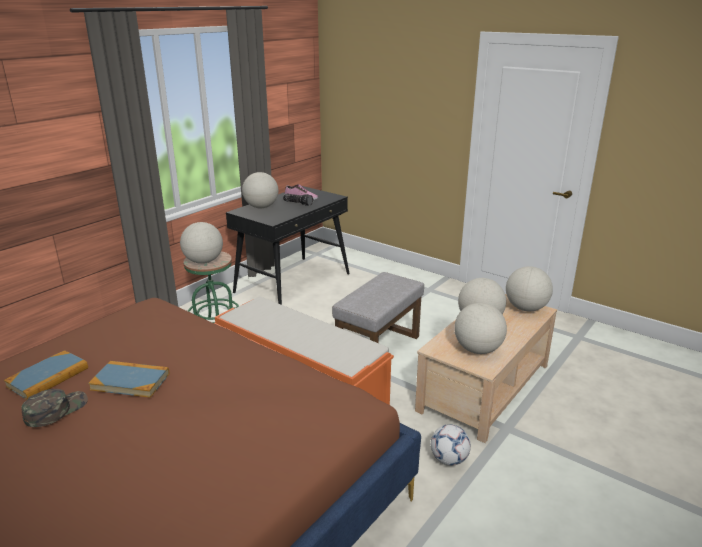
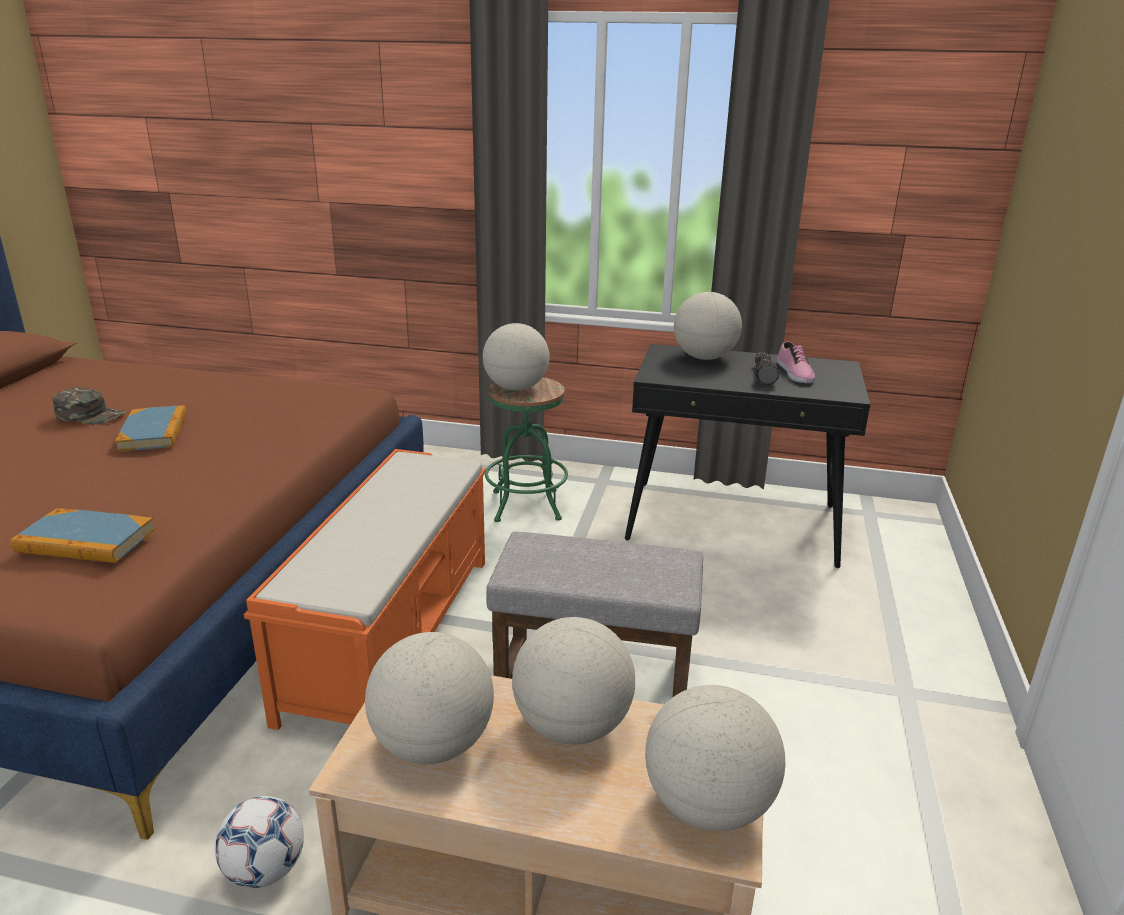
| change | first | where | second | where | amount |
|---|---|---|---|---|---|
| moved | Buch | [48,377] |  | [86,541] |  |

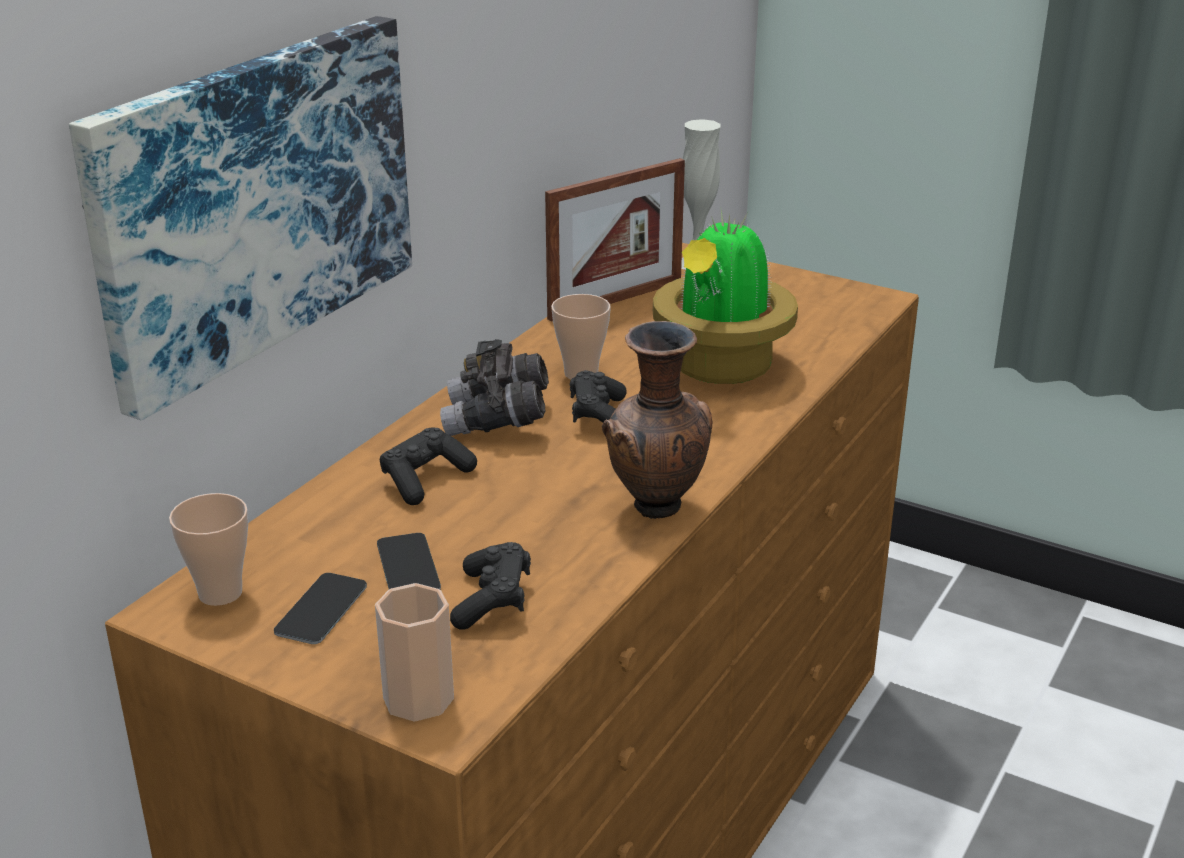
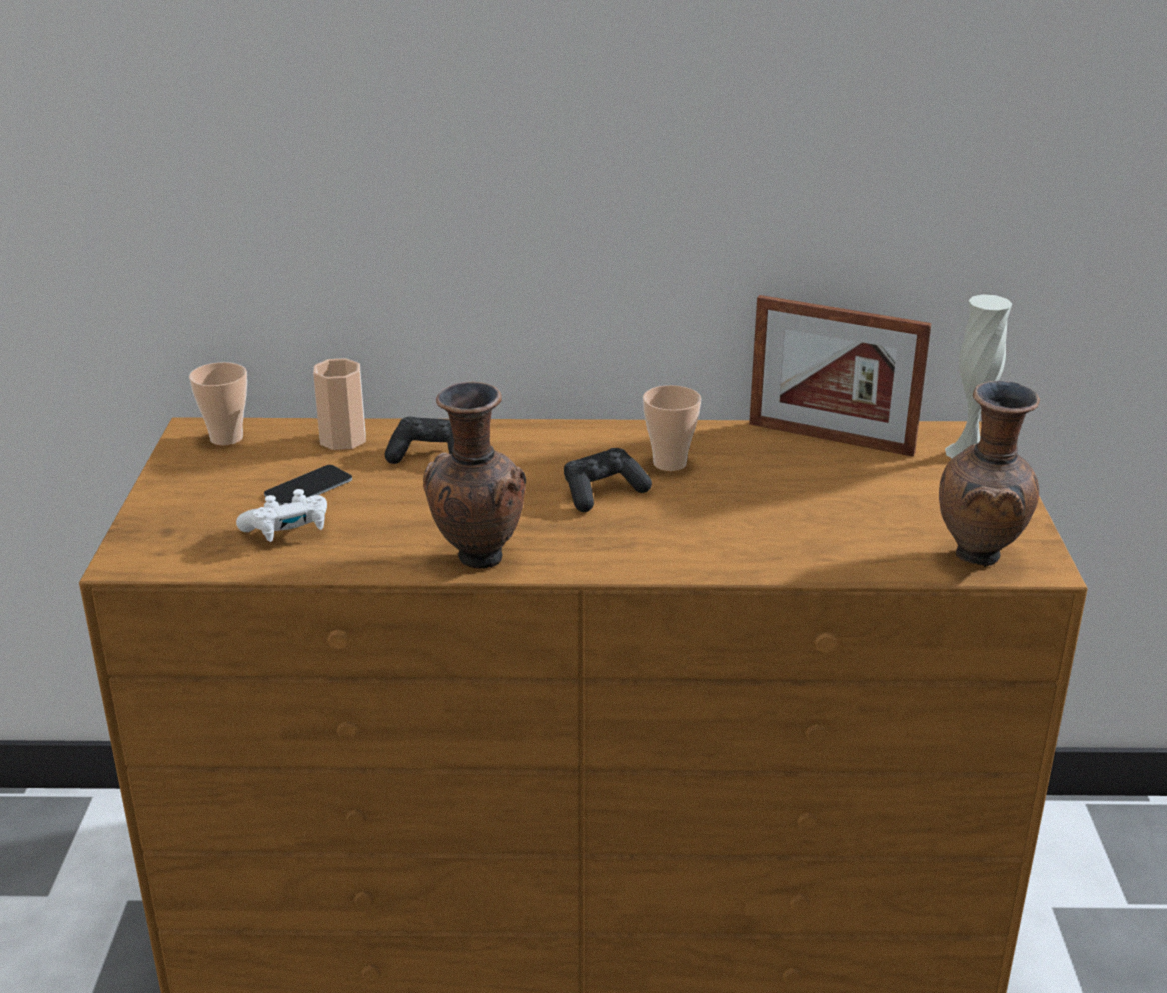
| change | first | where | second | where | amount |
|---|---|---|---|---|---|
| removed | Bild | [253,202] |  |  |  |
| removed | Topfpflanze | [720,368] |  |  |  |
| removed | Fernglas (grau) | [497,421] |  |  |  |
| recoloured | Gamepad (schwarz) | [492,601] | Gamepad (weiß) | [288,531] |  |
| removed | Handy | [321,609] |  |  |  |
| moved | Tasse | [418,698] |  | [343,440] |  |
| added |  |  | Vase (braun) | [980,558] |  |

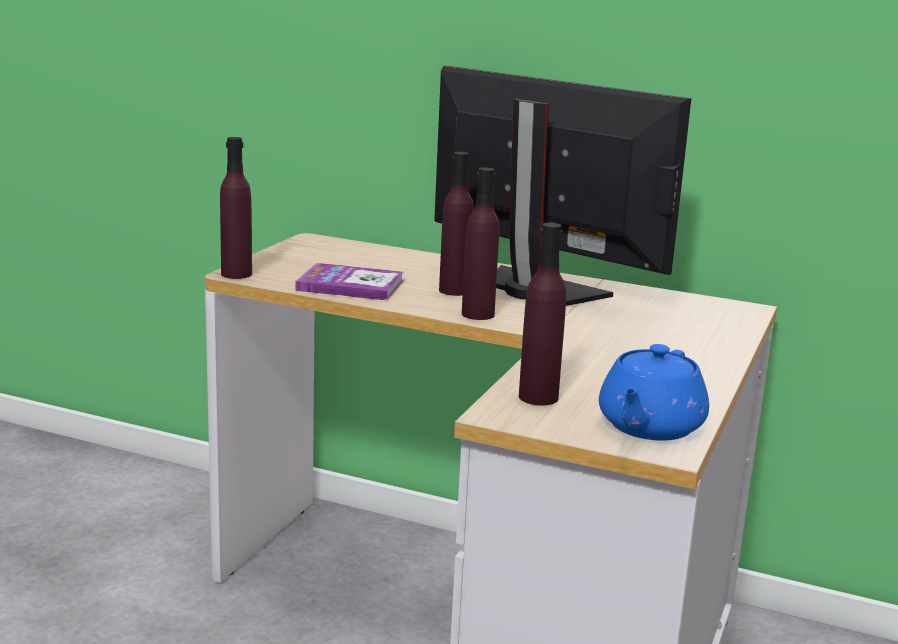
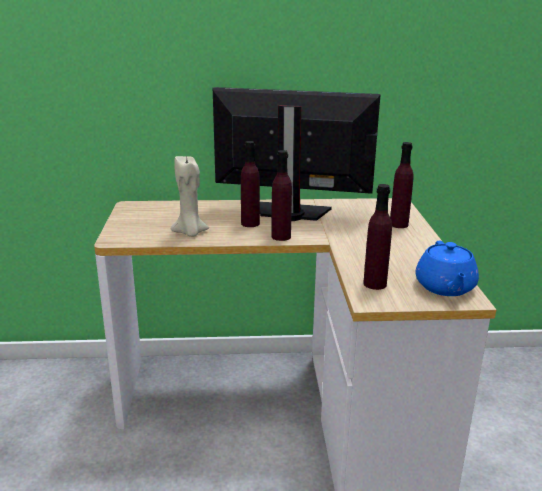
| change | first | where | second | where | amount |
|---|---|---|---|---|---|
| moved | Flasche (lila) | [236,274] |  | [398,224] |  |
| replaced | Buch | [350,285] | Kerze (beige) | [190,233] |  |

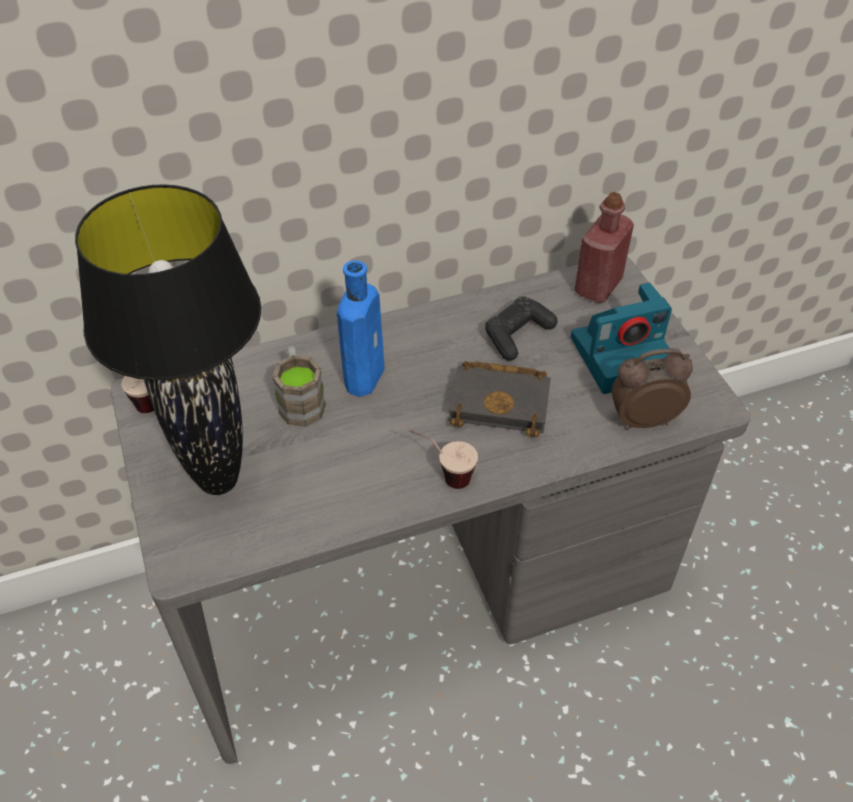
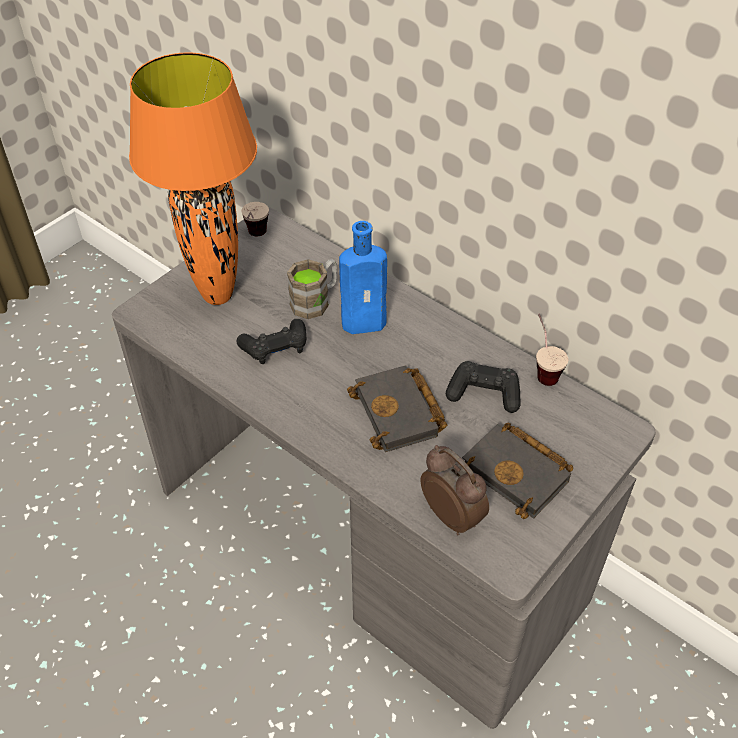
| change | first | where | second | where | amount |
|---|---|---|---|---|---|
| recoloured | Tischlampe (schwarz) | [219,482] | Tischlampe (orange) | [216,296] |  |
| removed | Flasche (rot) | [598,286] |  |  |  |
| replaced | Kamera | [622,355] | Buch (schwarz) | [519,474] |  |
| moved | Tasse | [442,476] |  | [542,369] |  |
| added |  |  | Gamepad (schwarz) | [275,348] |  |

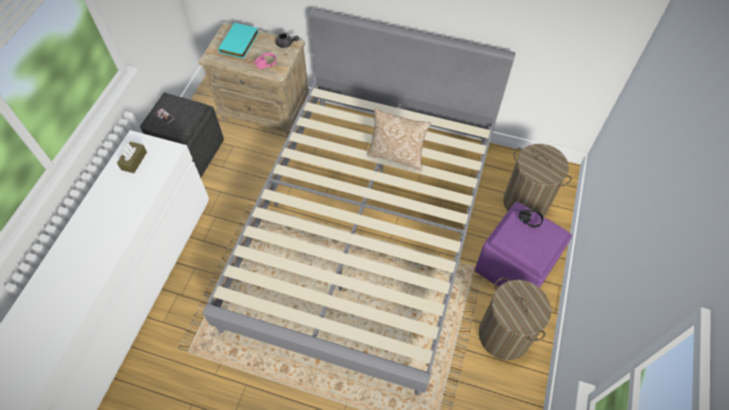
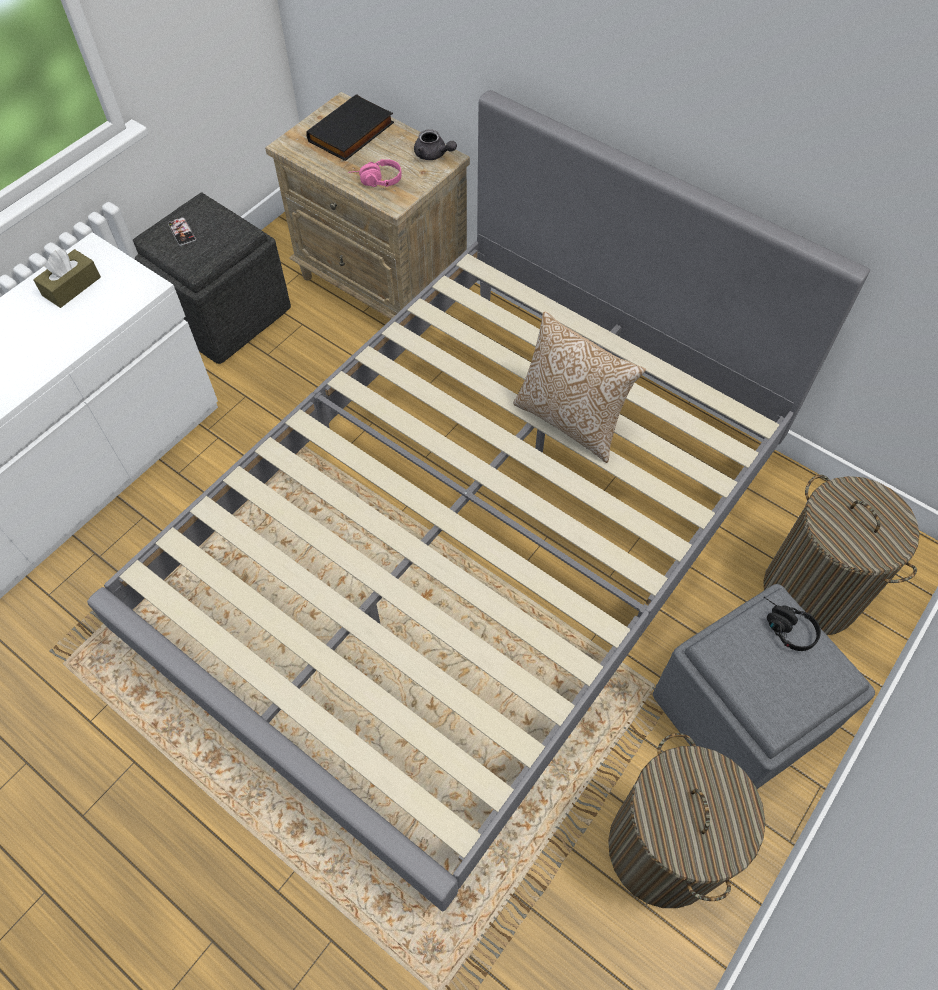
| change | first | where | second | where | amount |
|---|---|---|---|---|---|
| recoloured | Buch (türkis) | [240,43] | Buch (schwarz) | [352,133] |  |
| recoloured | Polsterhocker (lila) | [516,265] | Polsterhocker (grau) | [742,714] |  |

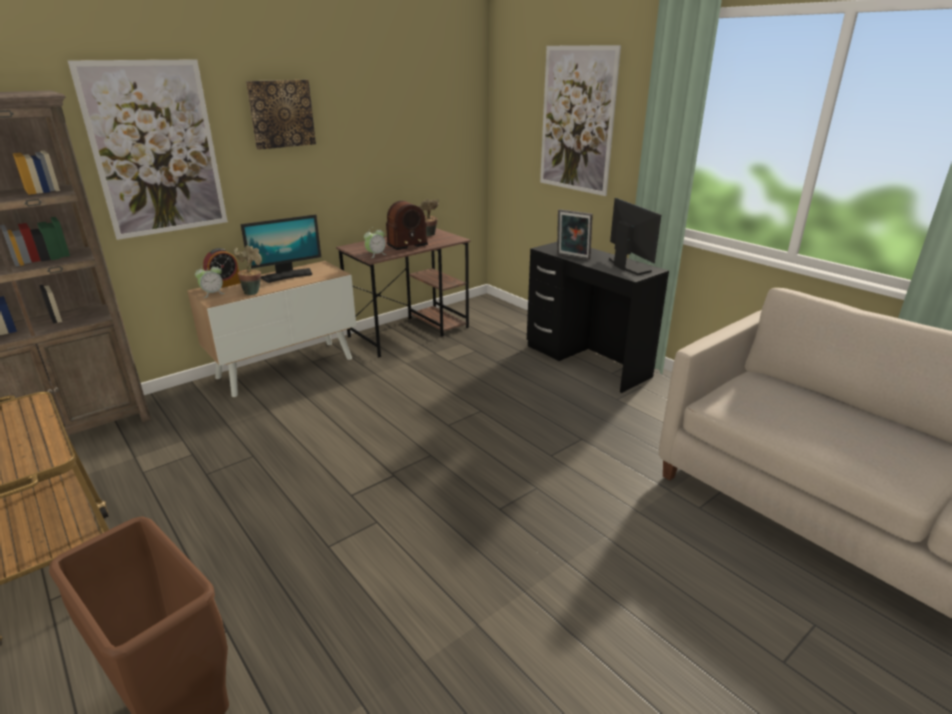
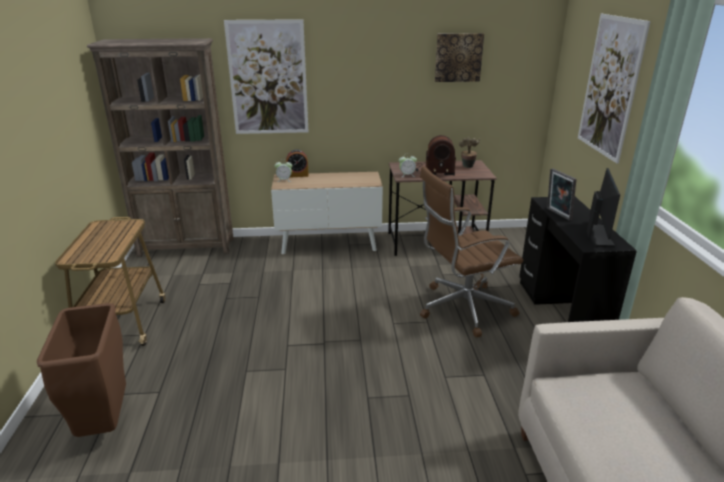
| change | first | where | second | where | amount |
|---|---|---|---|---|---|
| moved | Bild | [281,114] |  | [458,57] |  |
| removed | Monitor | [287,275] |  |  |  |
| removed | Topfpflanze | [253,292] |  |  |  |
| added |  |  | Bürostuhl (braun) | [462,308] |  |

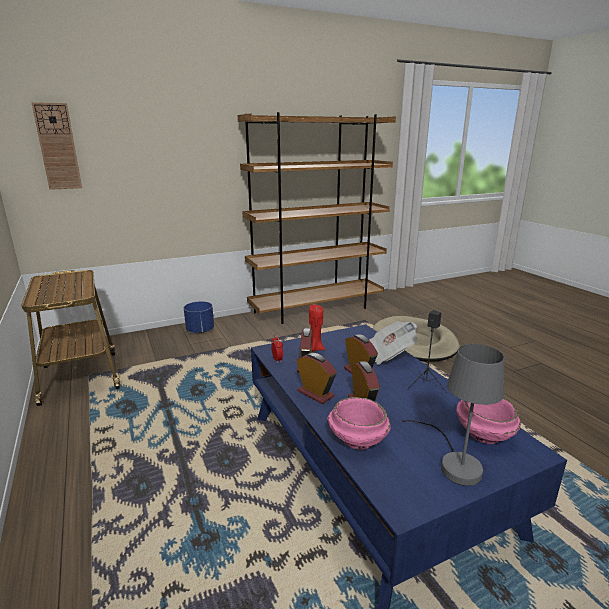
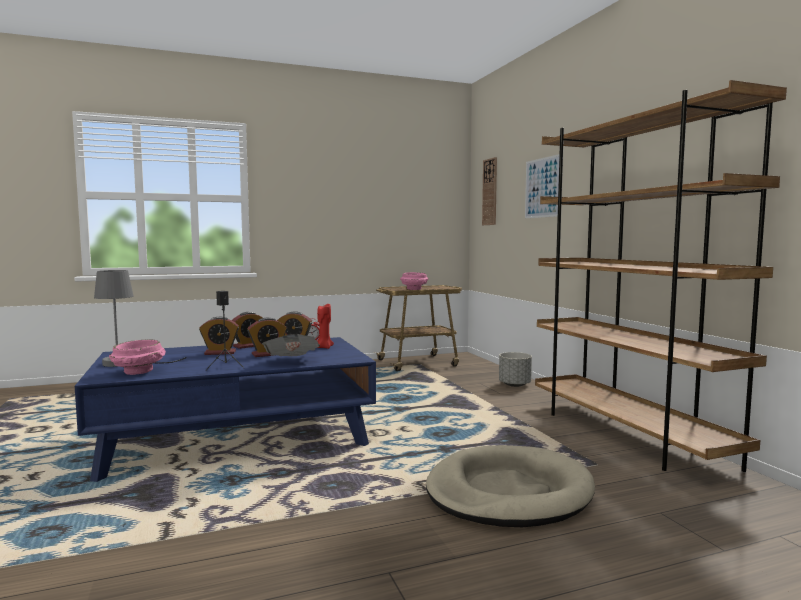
| change | first | where | second | where | amount |
|---|---|---|---|---|---|
| recoloured | Pflanzkübel (blau) | [200,330] | Pflanzkübel (grau) | [514,384] |  |
| moved | Schüssel (rosa) | [357,439] |  | [414,289] |  |
| added |  |  | Bild | [542,187] |  |

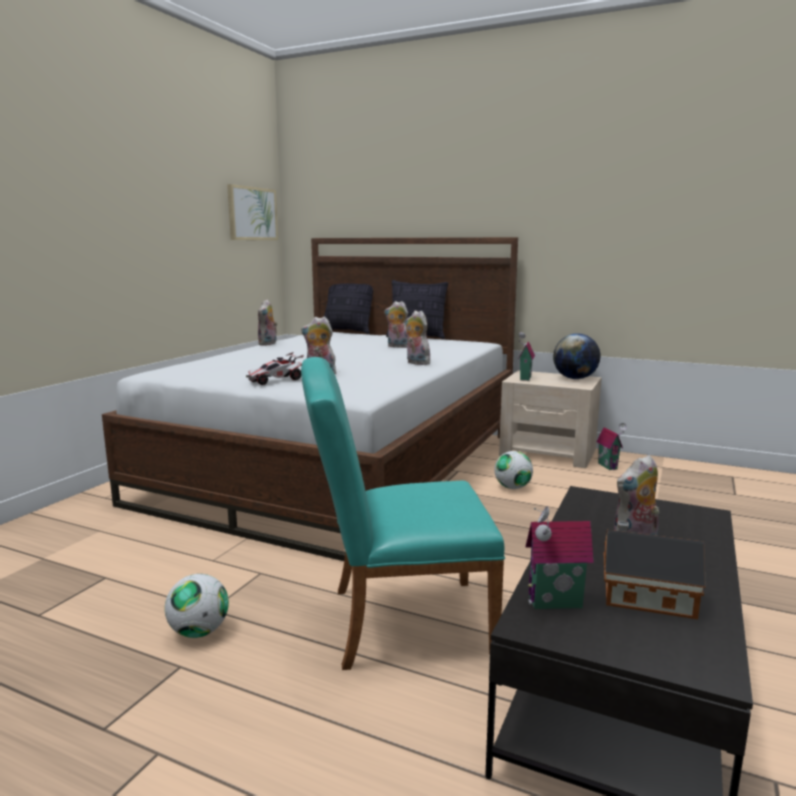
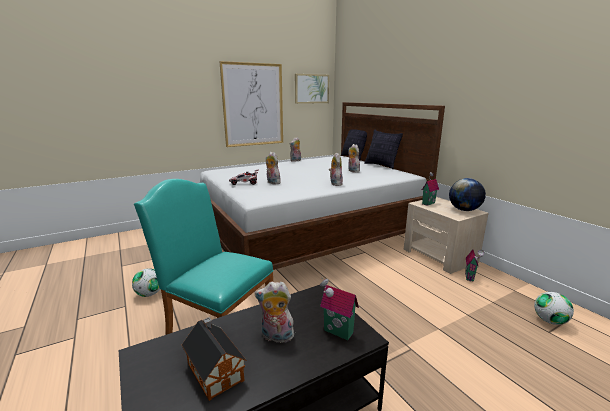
| change | first | where | second | where | amount |
|---|---|---|---|---|---|
| moved | Fußball | [512,487] |  | [549,321] |  |
| moved | Spielzeughaus | [555,604] |  | [337,333] |  |
| added |  |  | Bild | [253,105] |  |

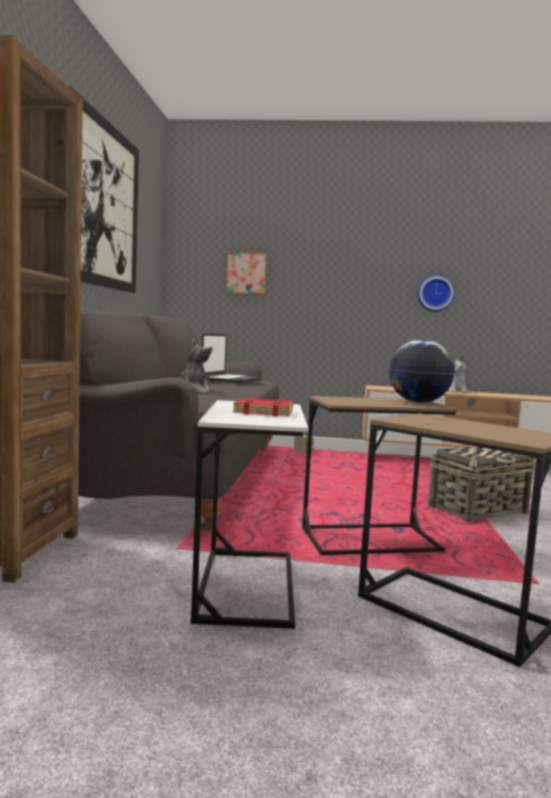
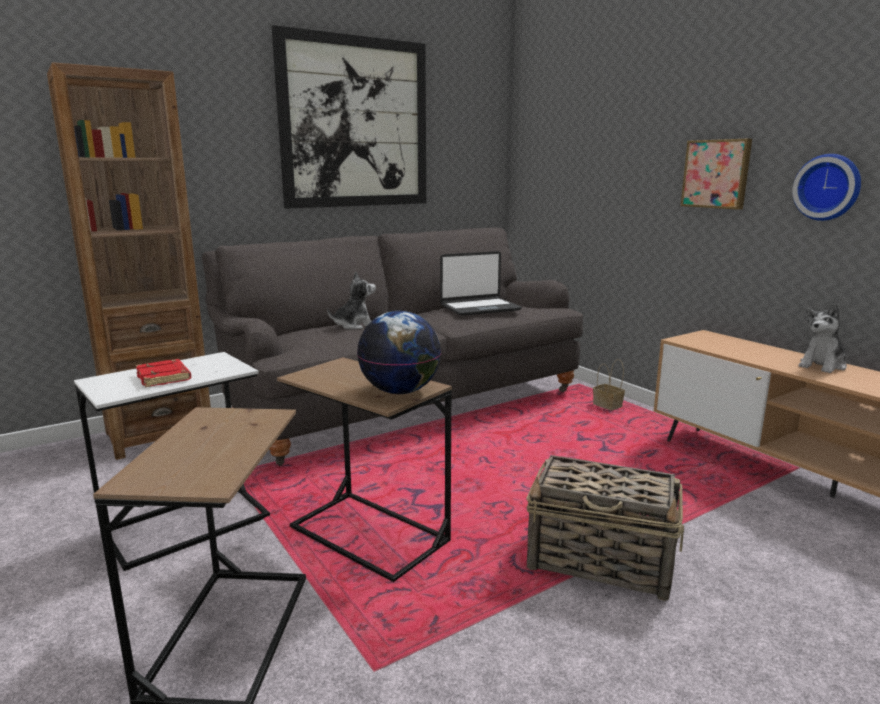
| change | first | where | second | where | amount |
|---|---|---|---|---|---|
| moved | Bild | [247,273] |  | [716,174] |  |

